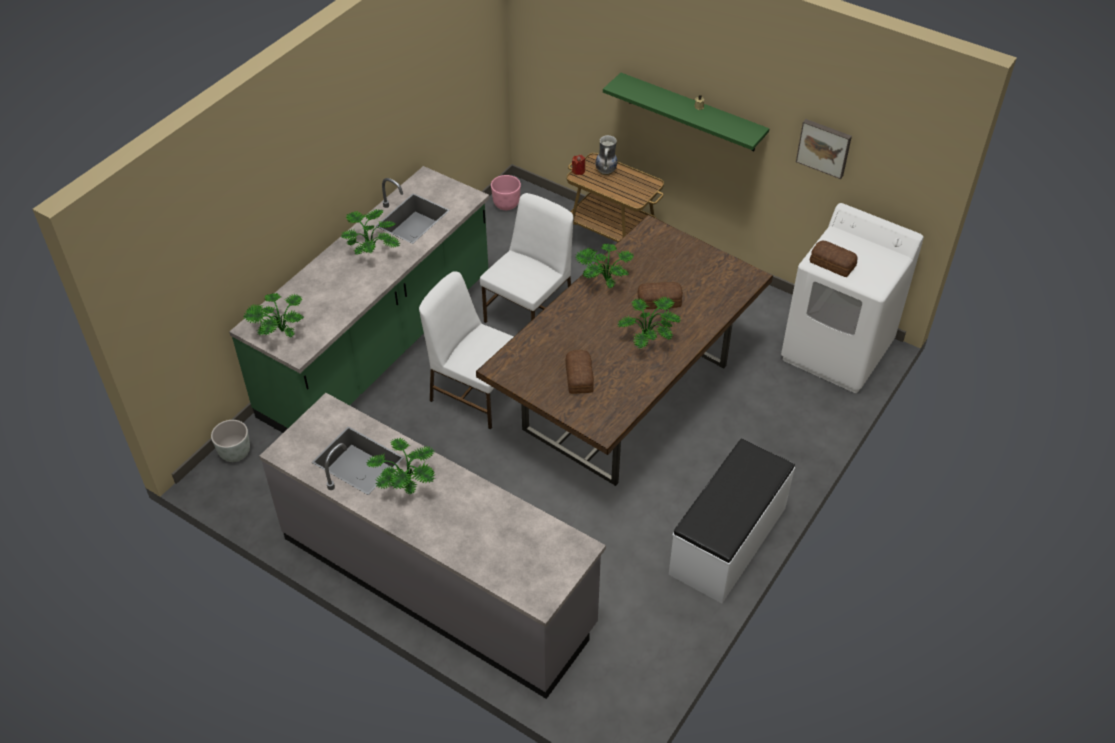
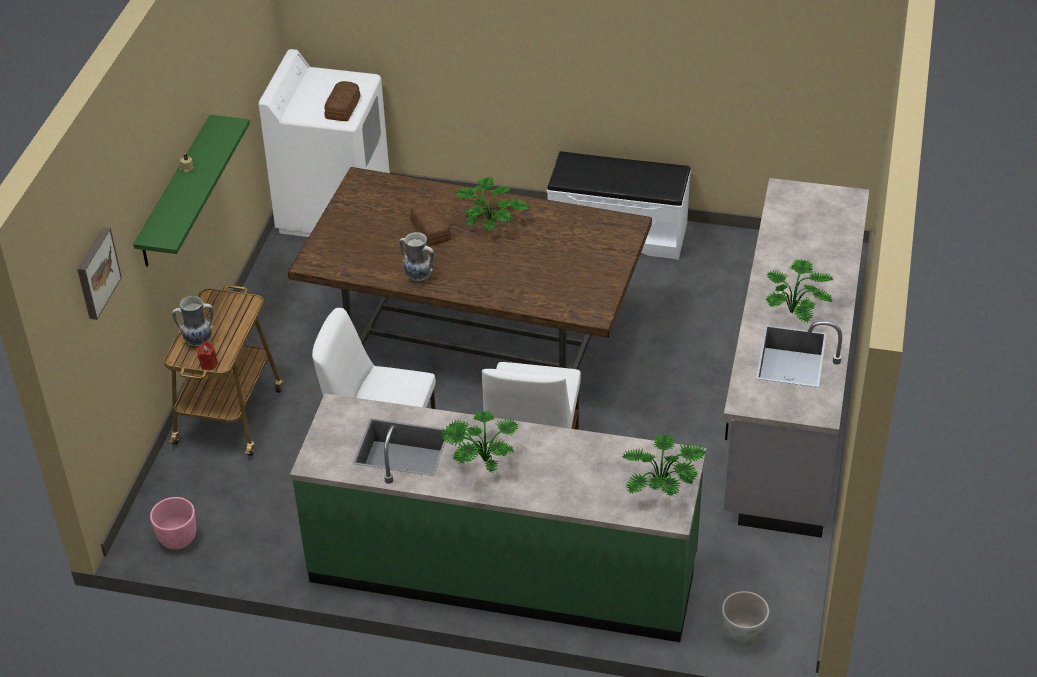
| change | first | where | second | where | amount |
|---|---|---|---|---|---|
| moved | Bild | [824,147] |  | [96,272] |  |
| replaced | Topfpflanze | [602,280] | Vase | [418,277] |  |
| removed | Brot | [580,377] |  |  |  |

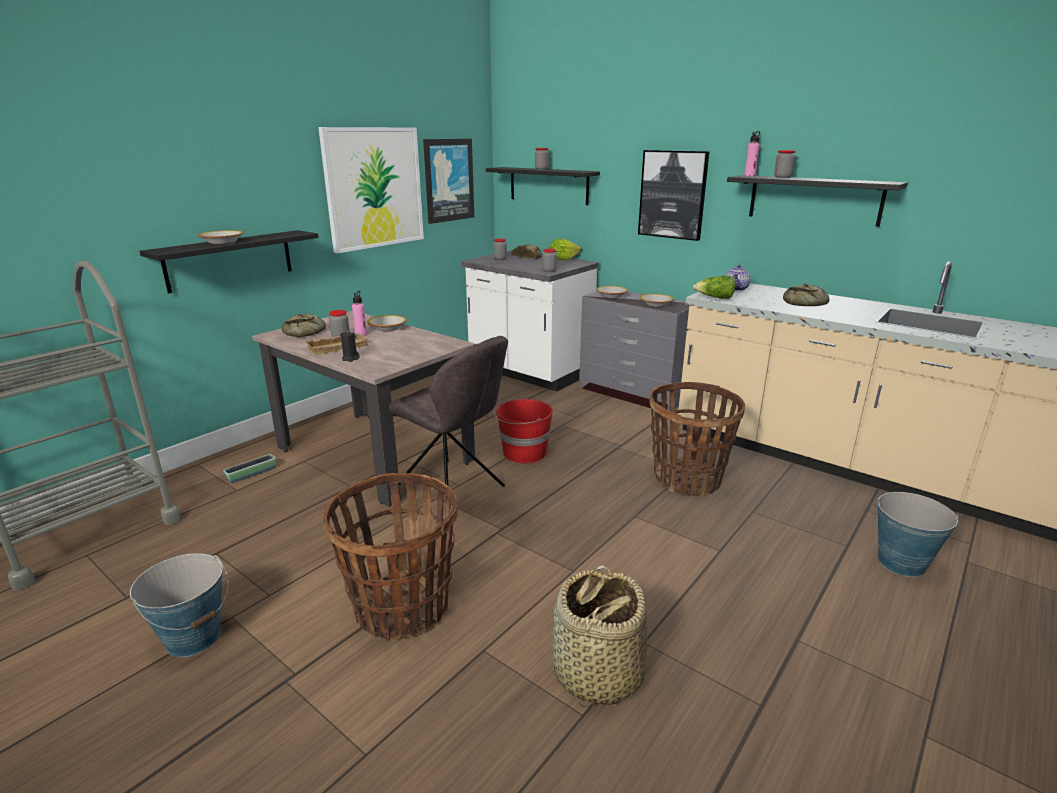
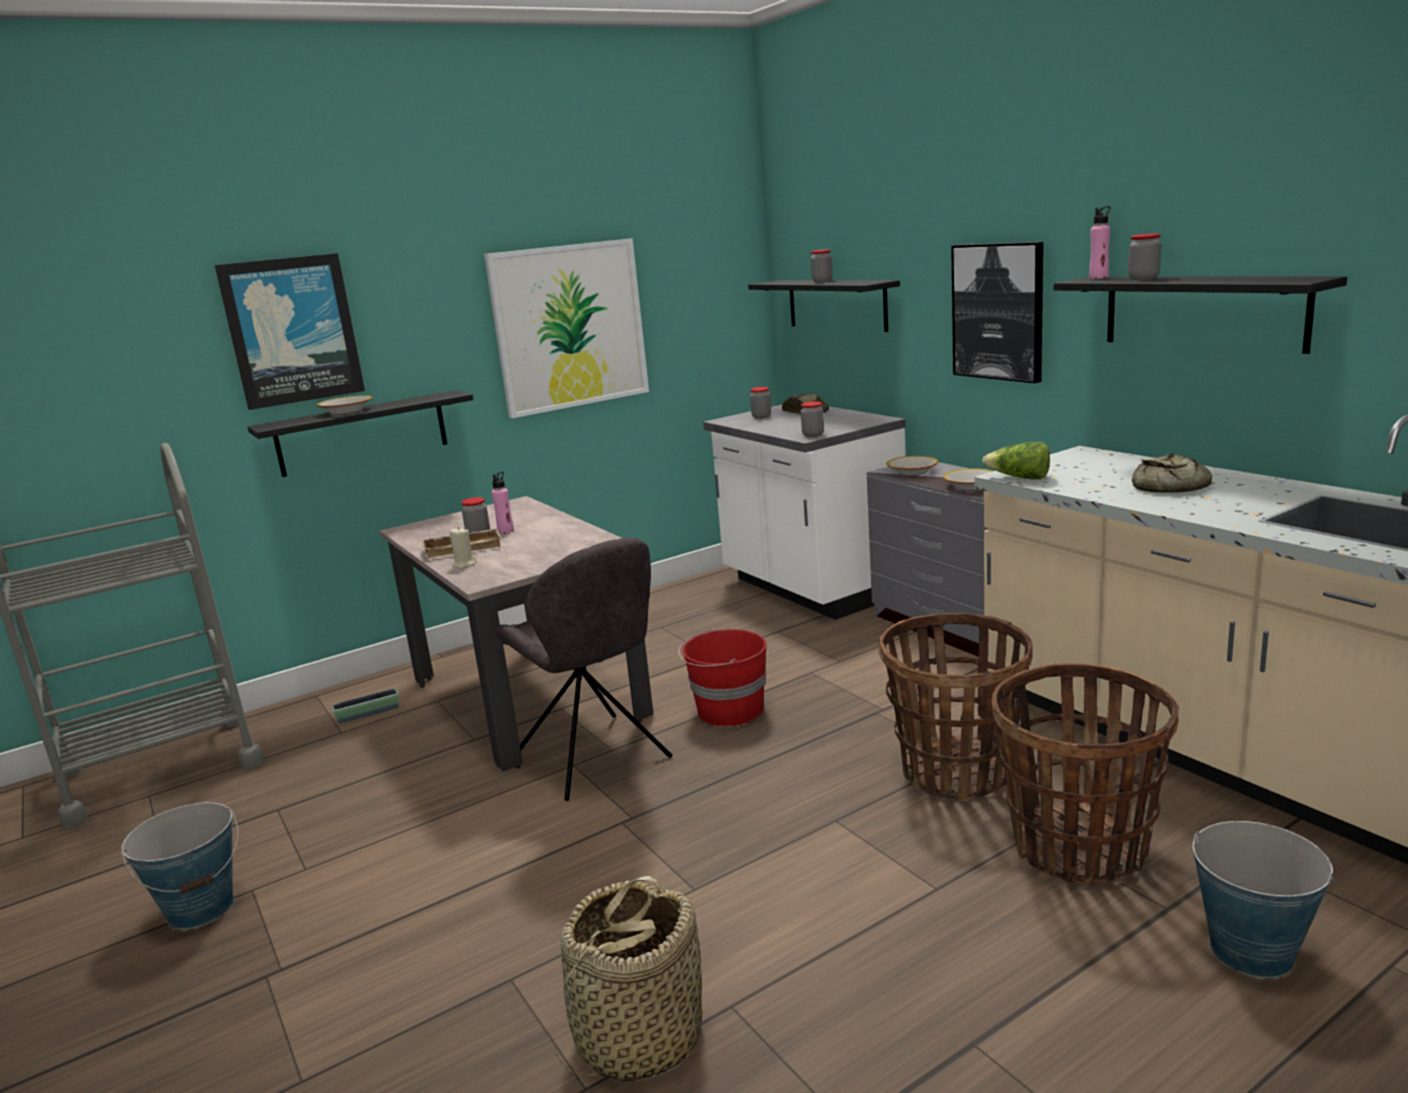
| change | first | where | second | where | amount |
|---|---|---|---|---|---|
| moved | Bild | [448,180] |  | [292,330] |  |
| removed | Salatkopf | [563,259] |  |  |  |
| removed | Teekanne | [736,288] |  |  |  |
| removed | Brot | [306,332] |  |  |  |
| removed | Schüssel | [388,328] |  |  |  |
| recoloured | Kerze (schwarz) | [350,358] | Kerze (beige) | [464,564] |  |
| moved | Korb | [401,608] |  | [1078,848] |  |

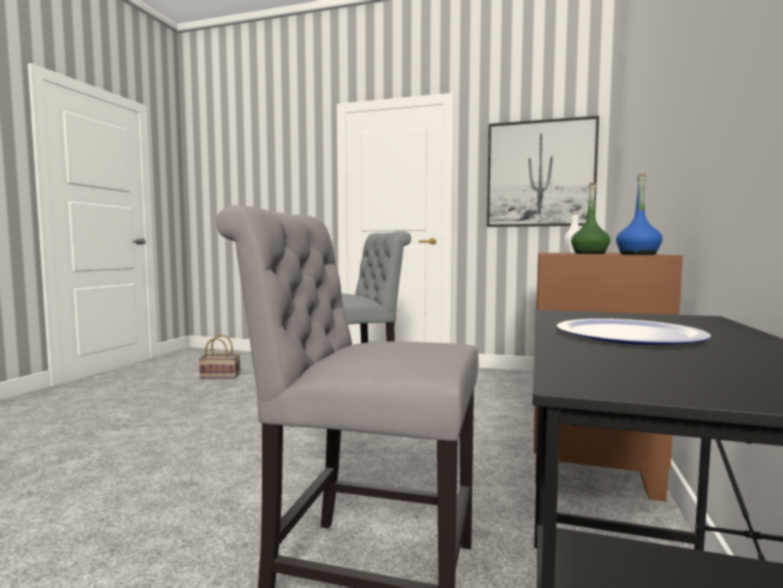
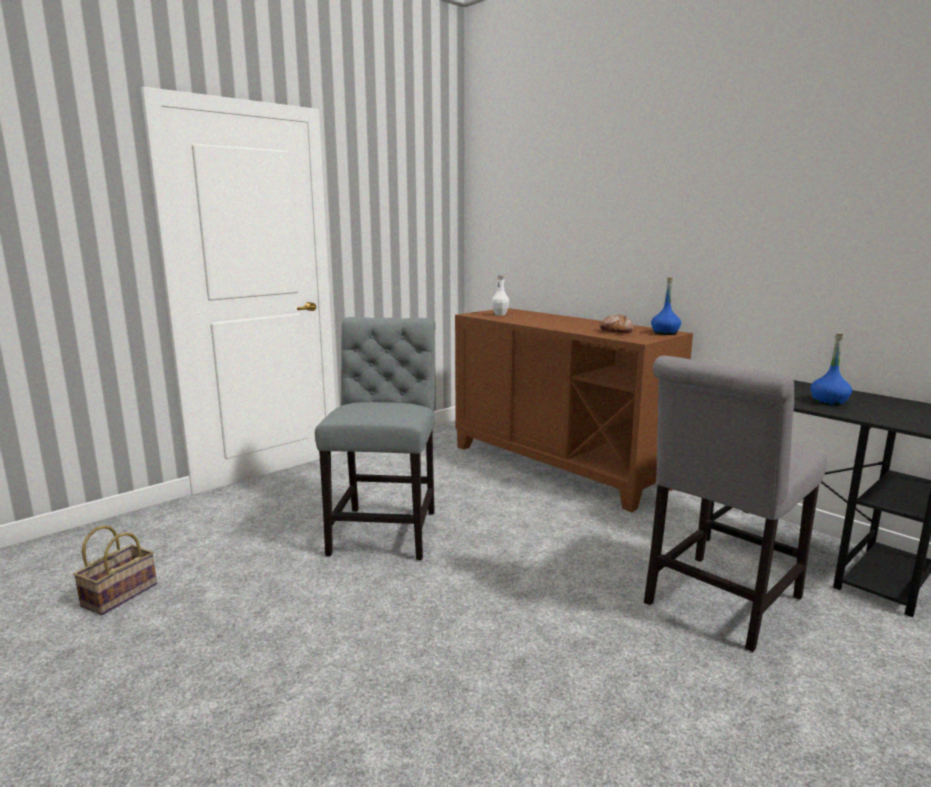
| change | first | where | second | where | amount |
|---|---|---|---|---|---|
| removed | Bild | [540,174] |  |  |  |
| replaced | Flasche (grün) | [589,253] | Brot | [616,331] |  |
| replaced | Teller | [628,335] | Flasche (blau) | [828,402] |  |

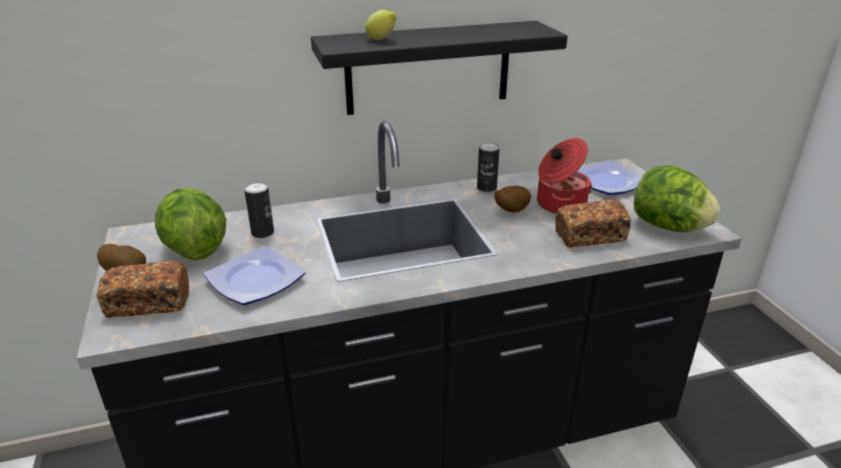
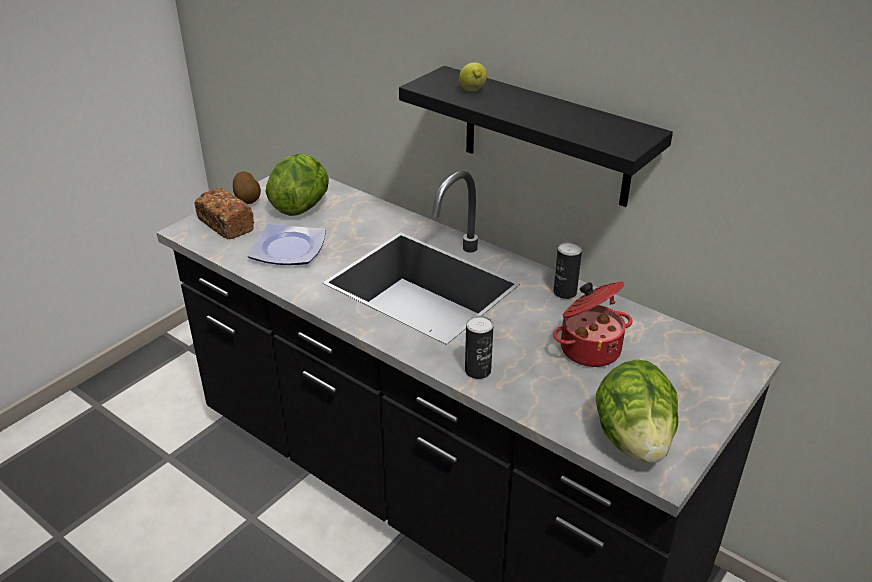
| change | first | where | second | where | amount |
|---|---|---|---|---|---|
| removed | Teller | [607,182] |  |  |  |
| moved | Dose | [262,232] |  | [478,371] |  |
| removed | Kartoffel | [510,211] |  |  |  |
| removed | Brot | [590,236] |  |  |  |

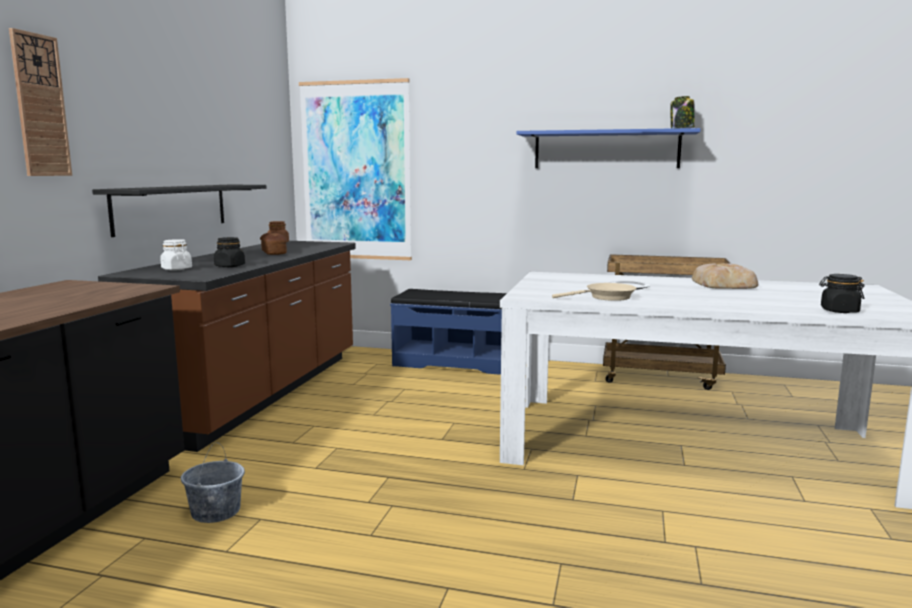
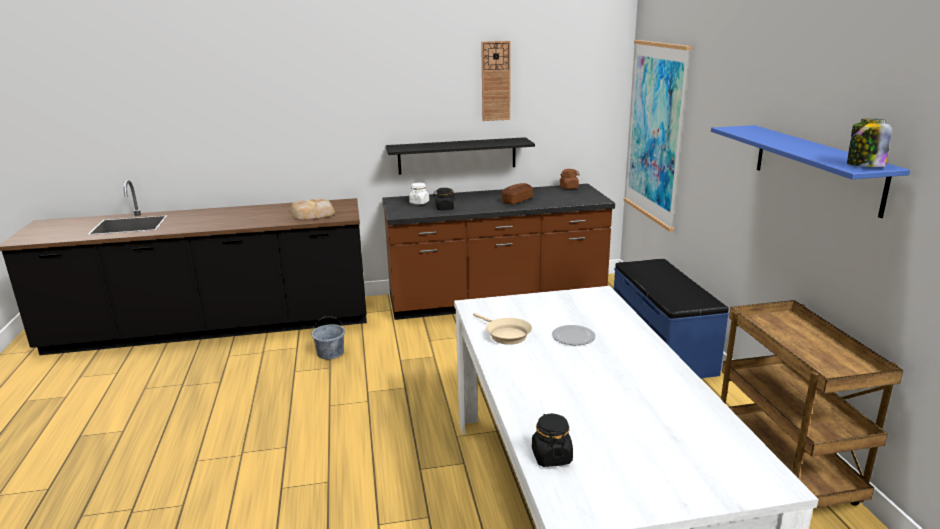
| change | first | where | second | where | amount |
|---|---|---|---|---|---|
| moved | Wanduhr | [40,106] |  | [495,81] |  |
| moved | Brot | [724,284] |  | [313,214] |  |

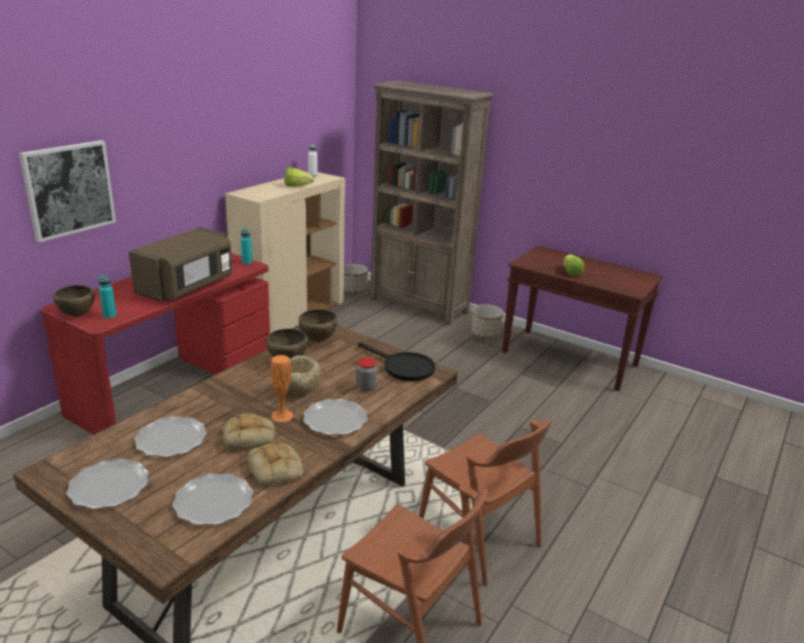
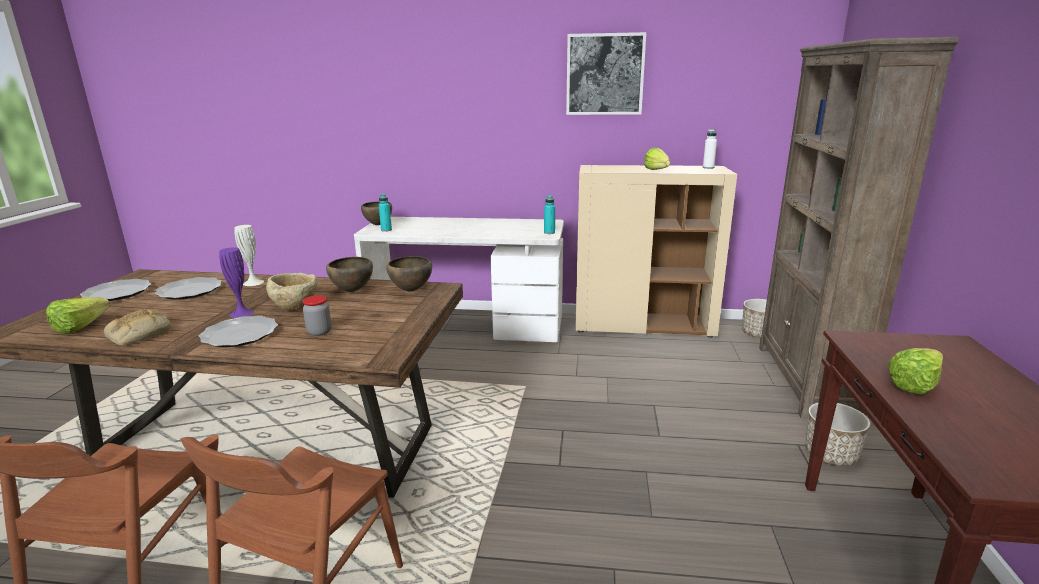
| change | first | where | second | where | amount |
|---|---|---|---|---|---|
| moved | Bild | [69,189] |  | [605,74] |  |
| removed | Mikrowelle (braun) | [187,286] |  |  |  |
| recoloured | Schreibtisch (rot) | [174,383] | Schreibtisch (weiß) | [467,324] |  |
| removed | Pfanne (schwarz) | [402,367] |  |  |  |
| recoloured | Vase (orange) | [282,415] | Vase (lila) | [241,313] |  |
| removed | Brot | [250,436] |  |  |  |
| replaced | Teller | [213,502] | Salatkopf | [86,326] |  |
| added |  |  | Vase (weiß) | [253,282] |  |

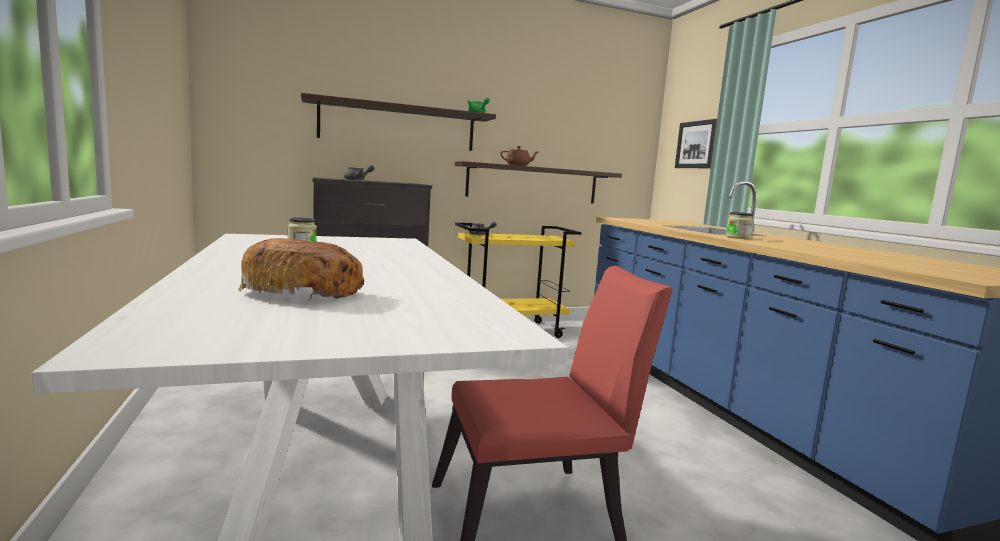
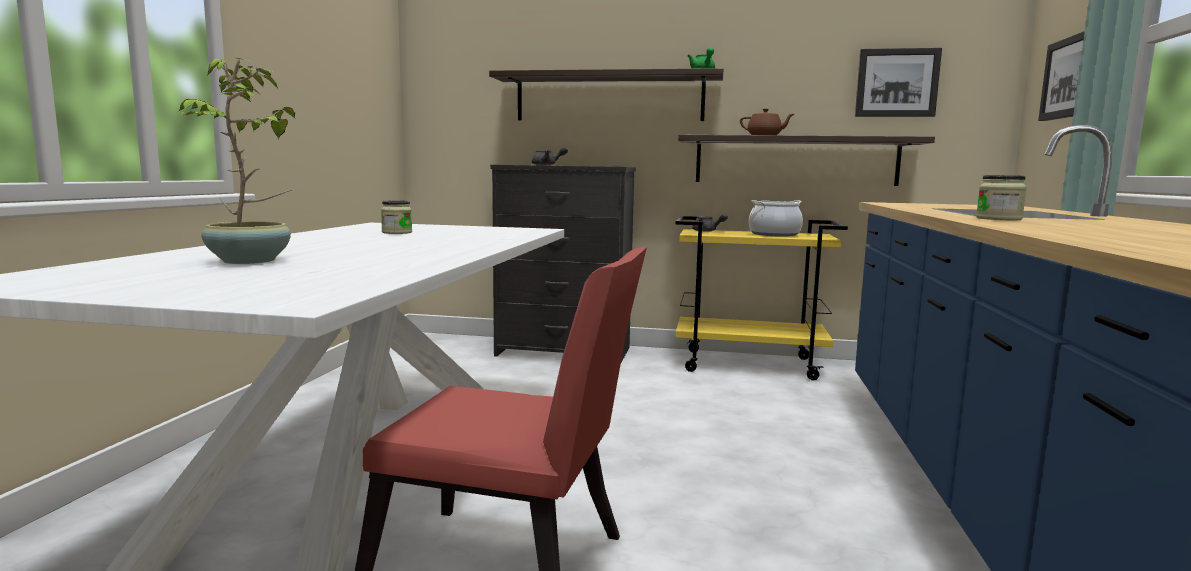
| change | first | where | second | where | amount |
|---|---|---|---|---|---|
| replaced | Brot | [303,291] | Topfpflanze | [251,261] |  |
| added |  |  | Bild | [896,83] |  |
| added |  |  | Kochtopf | [774,234] |  |

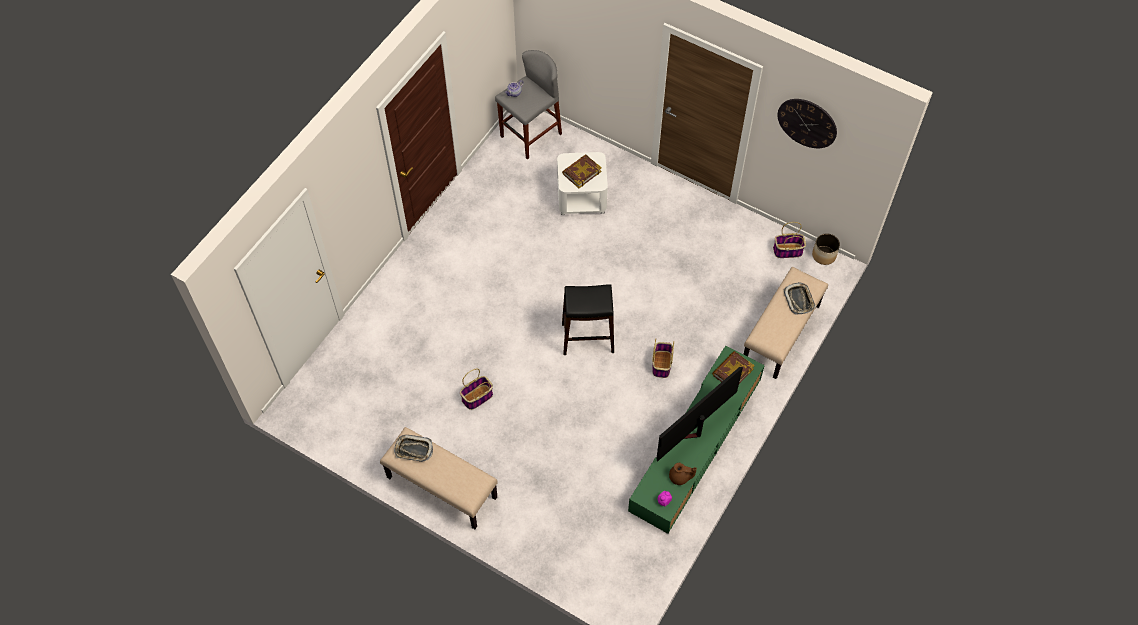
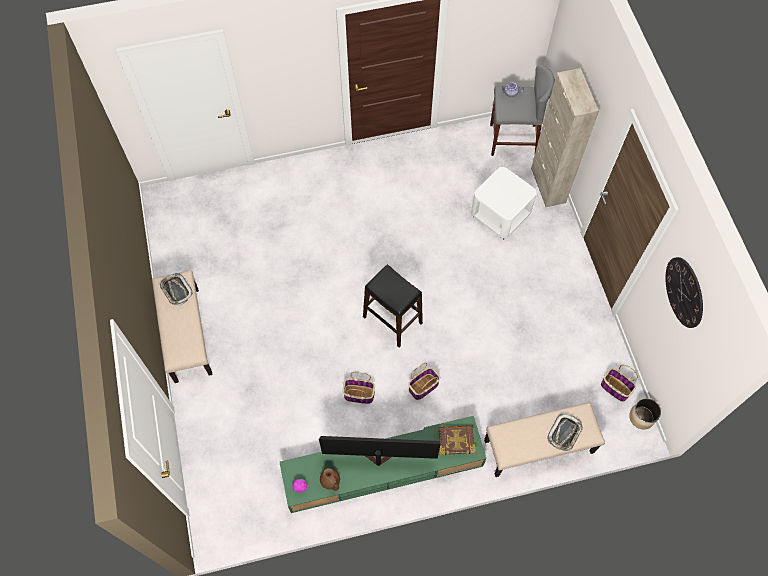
| change | first | where | second | where | amount |
|---|---|---|---|---|---|
| removed | Buch | [581,172] |  |  |  |
| moved | Korb | [477,397] |  | [358,394] |  |
| added |  |  | Schrank (beige) | [548,185] |  |

